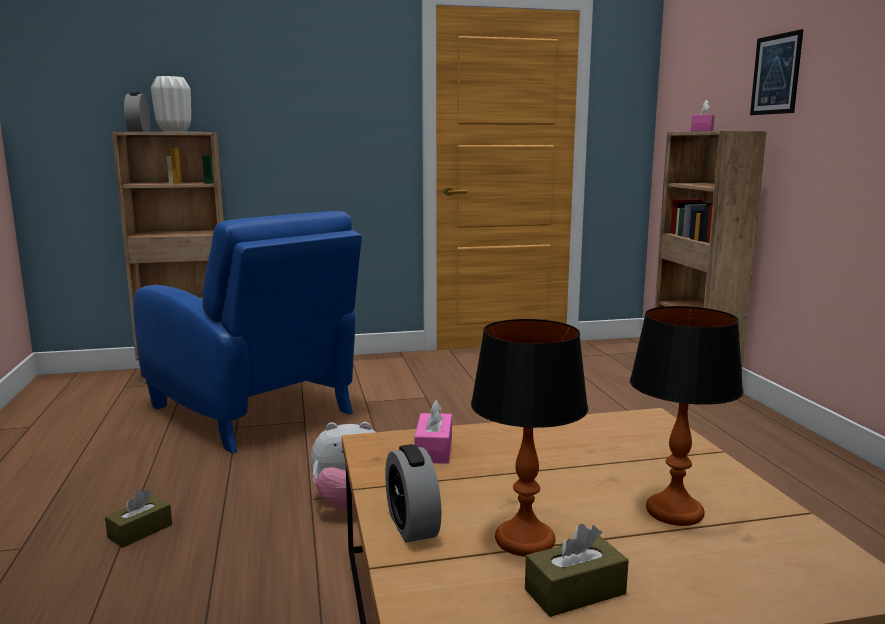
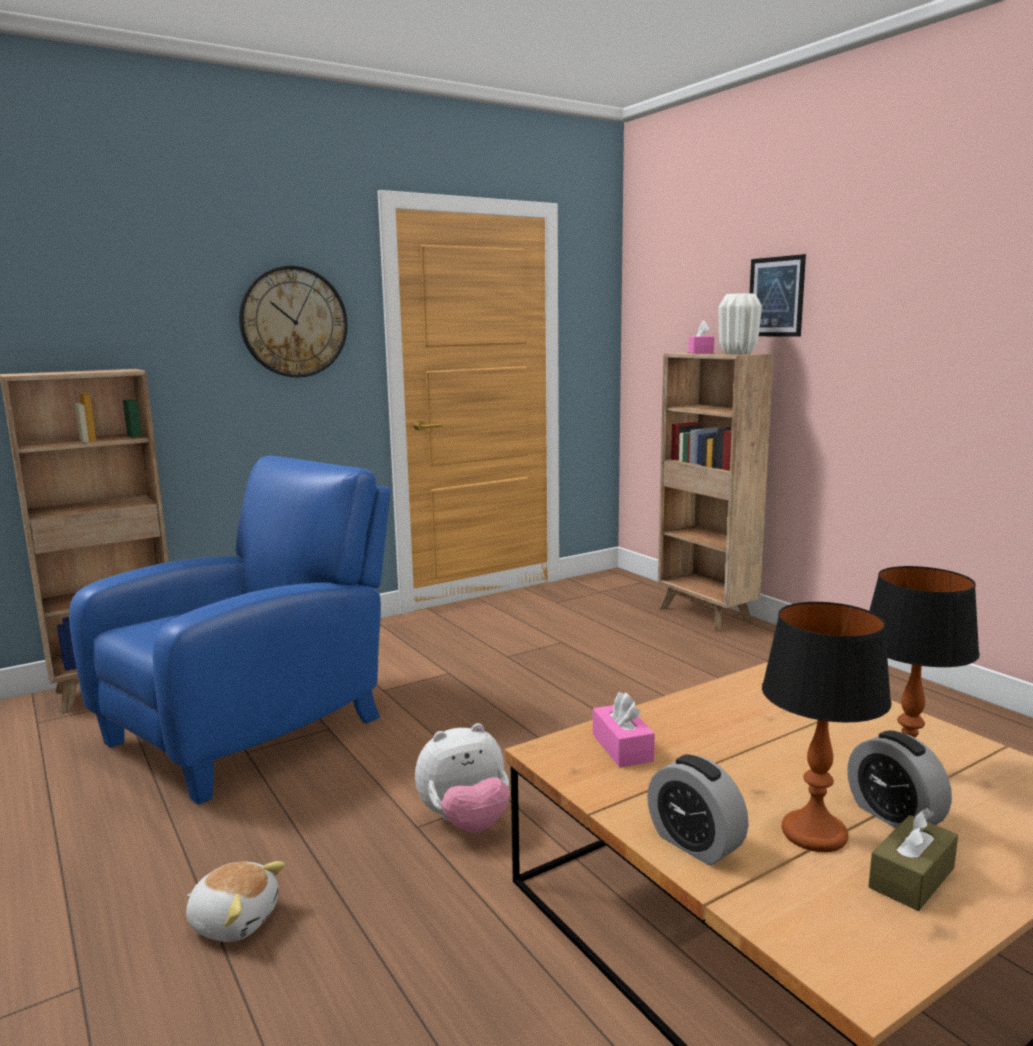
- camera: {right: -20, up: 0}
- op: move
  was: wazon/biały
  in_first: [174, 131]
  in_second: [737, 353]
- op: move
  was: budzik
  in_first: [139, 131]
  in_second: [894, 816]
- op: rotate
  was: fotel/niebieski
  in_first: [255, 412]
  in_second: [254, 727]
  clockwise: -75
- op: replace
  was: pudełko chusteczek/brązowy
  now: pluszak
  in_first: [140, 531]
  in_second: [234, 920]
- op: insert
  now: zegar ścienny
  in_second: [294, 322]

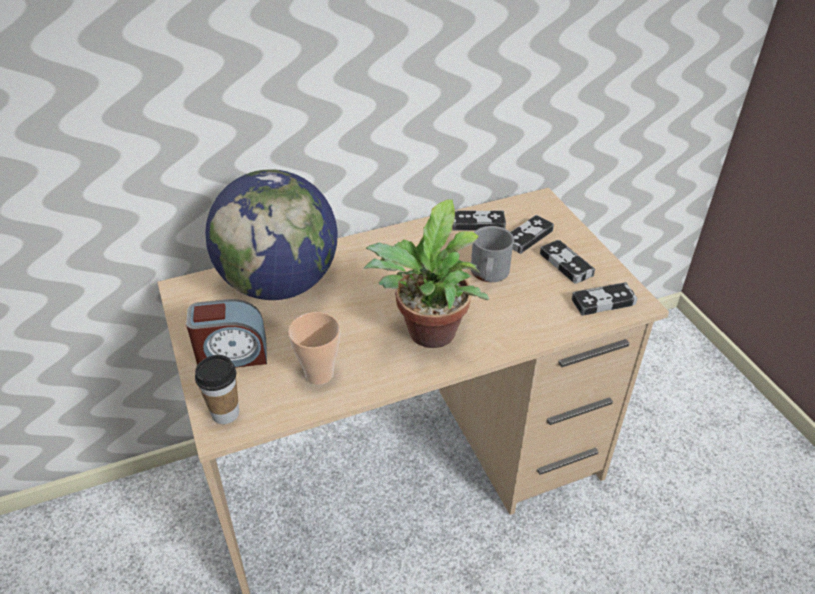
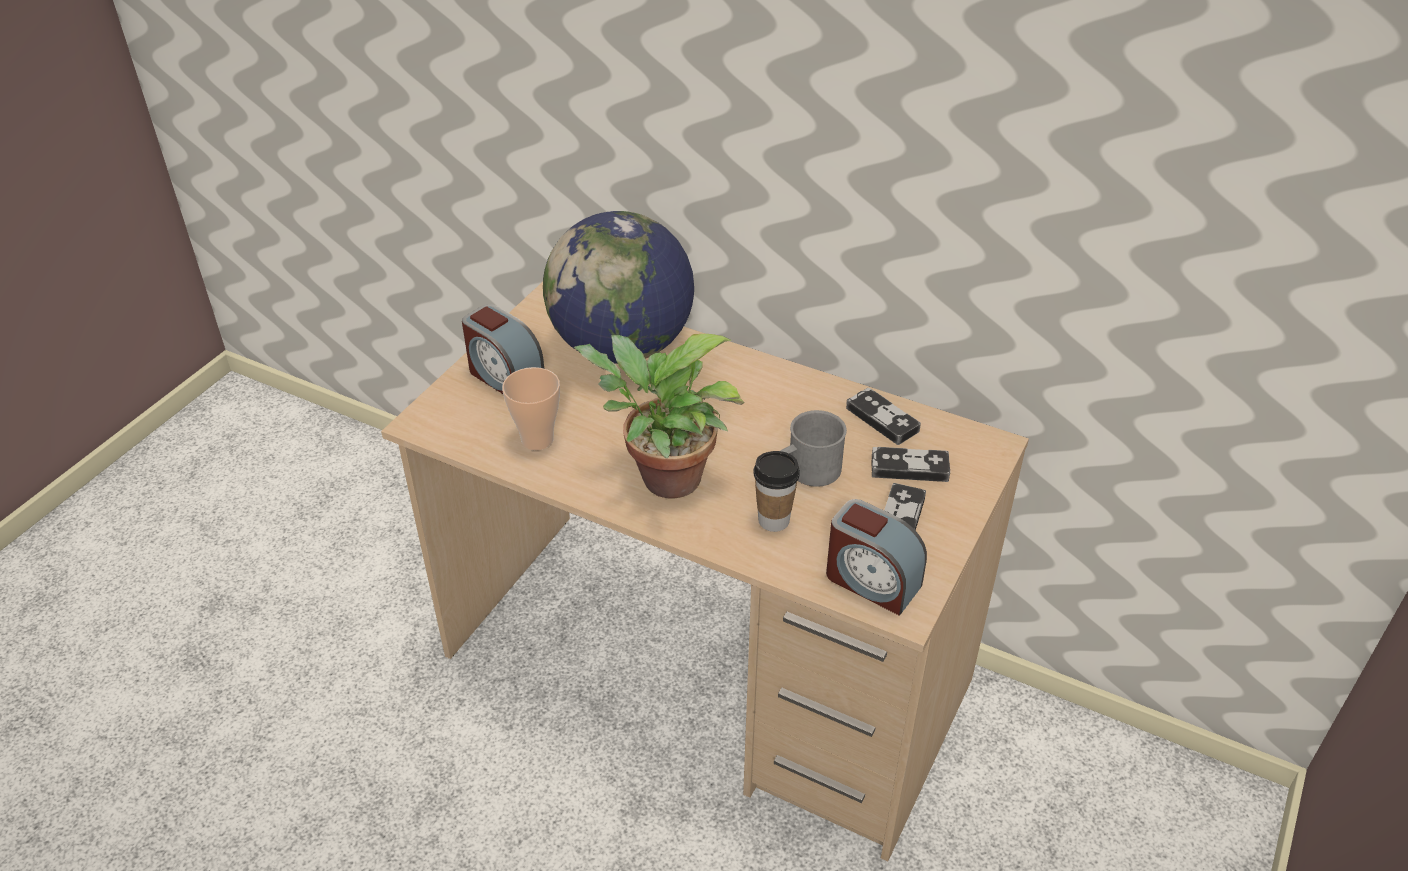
- camera: {right: 50, up: 0}
- op: replace
  was: pad do gier
  now: budzik
  in_first: [603, 302]
  in_second: [871, 581]
- op: move
  was: filiżanka
  in_first: [225, 413]
  in_second: [773, 520]

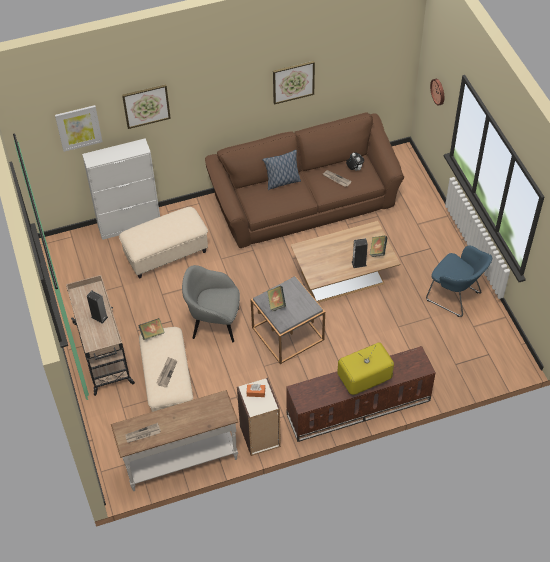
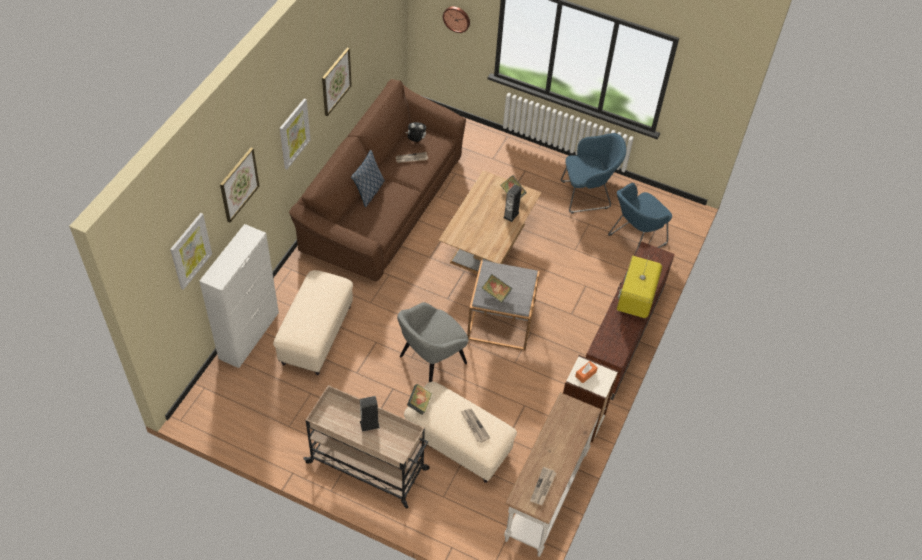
- camera: {right: -50, up: 0}
- op: insert
  now: obraz
  in_second: [294, 133]
- op: insert
  now: fotel/niebieski
  in_second: [634, 240]

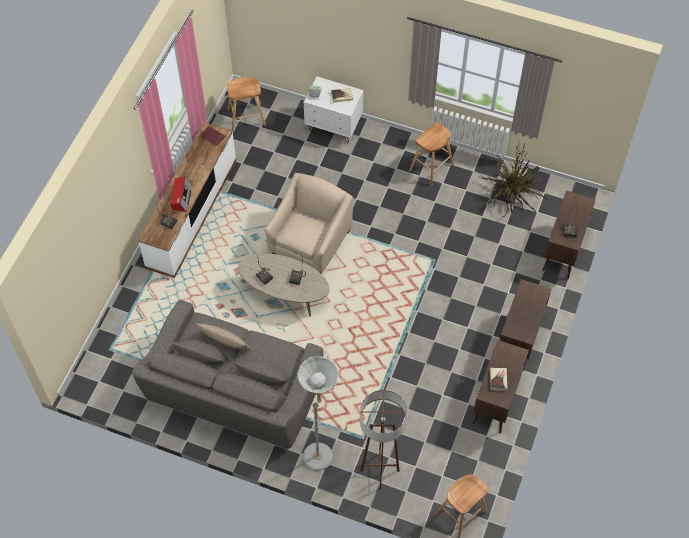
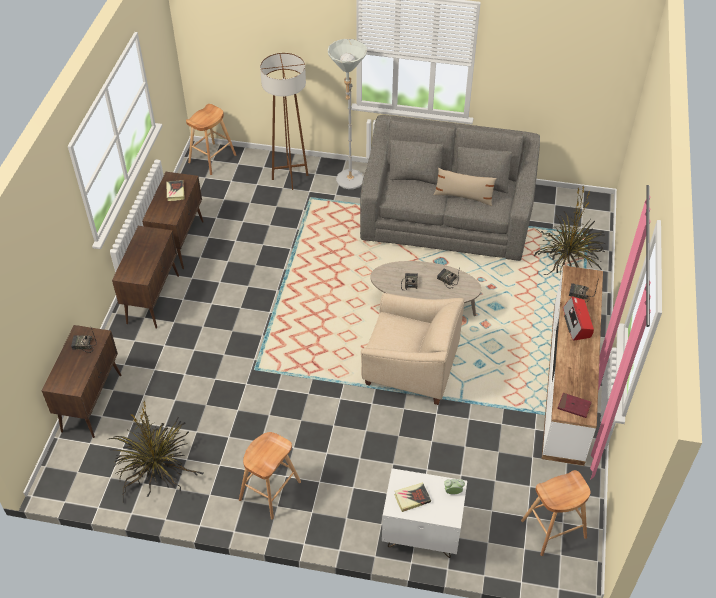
- camera: {right: 170, up: -10}
- op: rotate
  was: fotel/beżowy
  in_first: [310, 242]
  in_second: [410, 368]
  clockwise: -90
- op: insert
  now: roślina doniczkowa
  in_second: [567, 260]

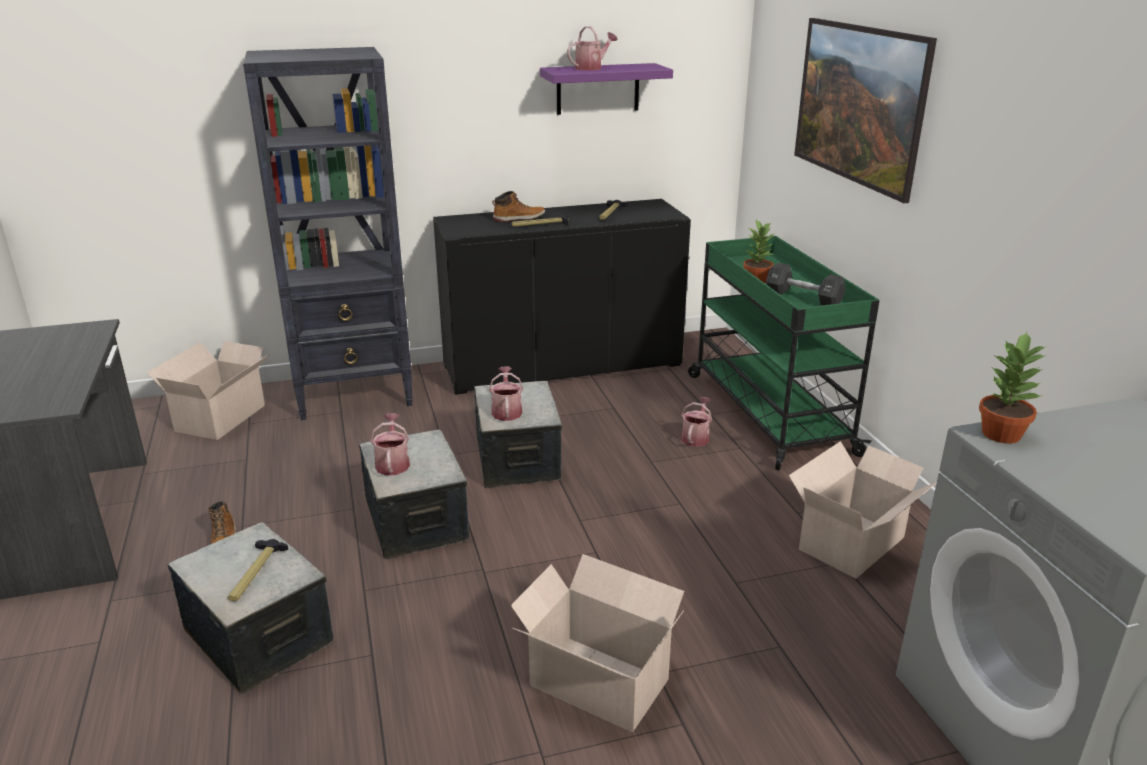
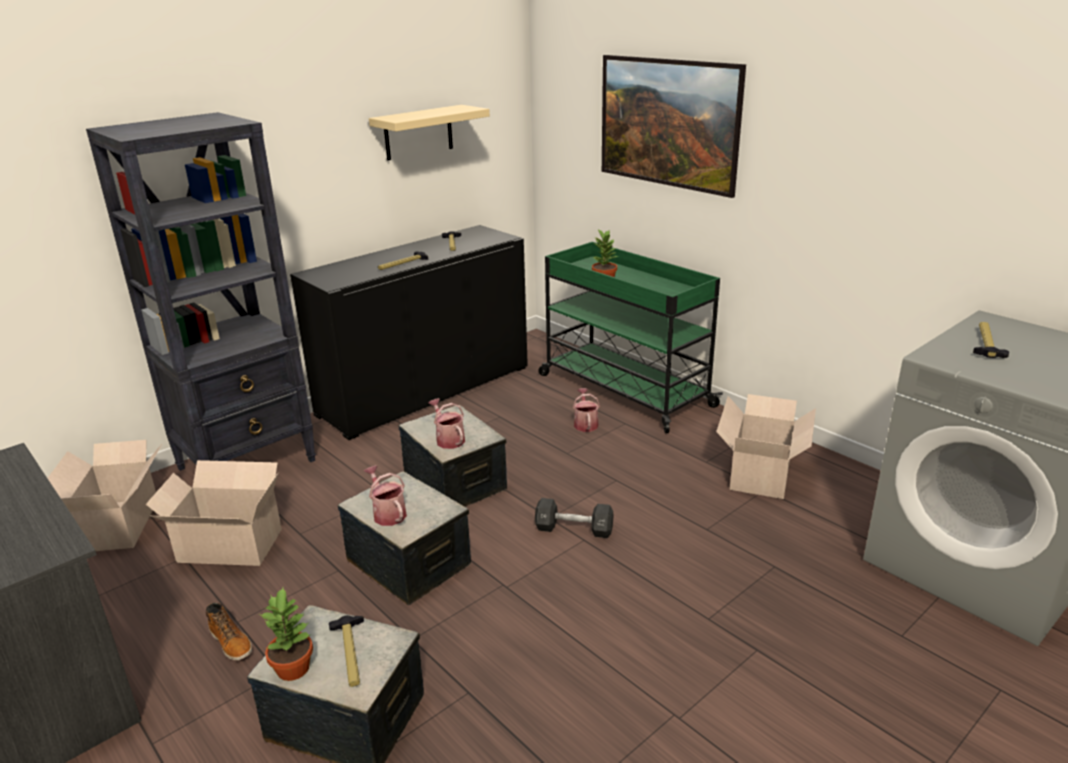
- camera: {right: -25, up: 0}
- op: delete
  was: konewka
  in_first: [591, 68]
- op: recolor
  was: półka/fioletowy
  now: półka/beżowy
  in_first: [598, 89]
  in_second: [418, 132]
- op: delete
  was: but z cholewką
  in_first: [519, 218]
- op: move
  was: hantel/czarny
  in_first: [803, 298]
  in_second: [574, 529]
- op: move
  was: roślina doniczkowa
  in_first: [1002, 434]
  in_second: [294, 668]
- op: move
  was: karton
  in_first: [596, 680]
  in_second: [228, 545]
- op: insert
  now: młotek
  in_second: [985, 344]

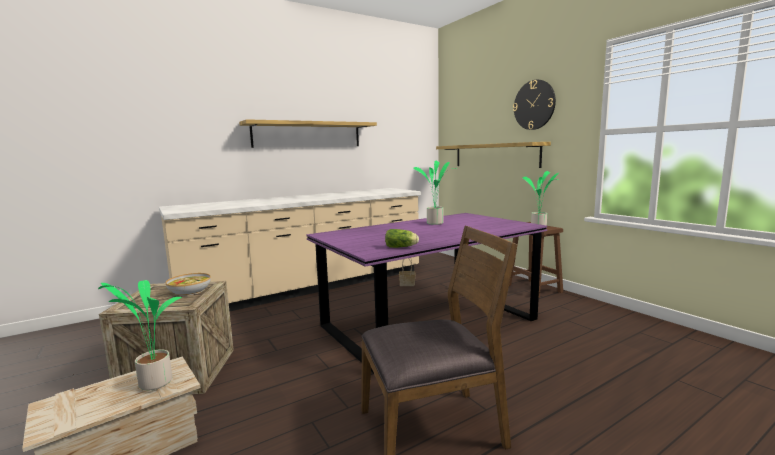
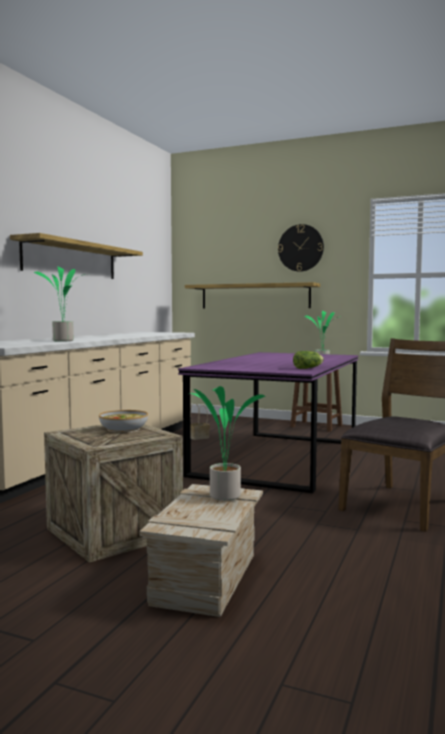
- camera: {right: -35, up: -5}
- op: move
  was: roślina doniczkowa
  in_first: [436, 223]
  in_second: [64, 341]

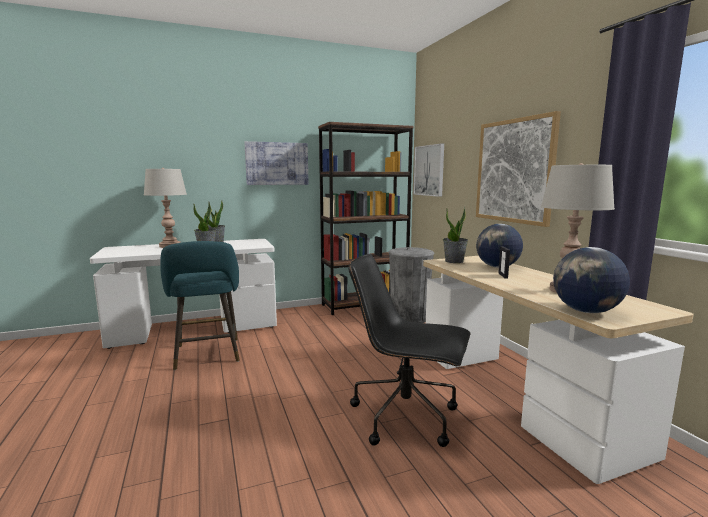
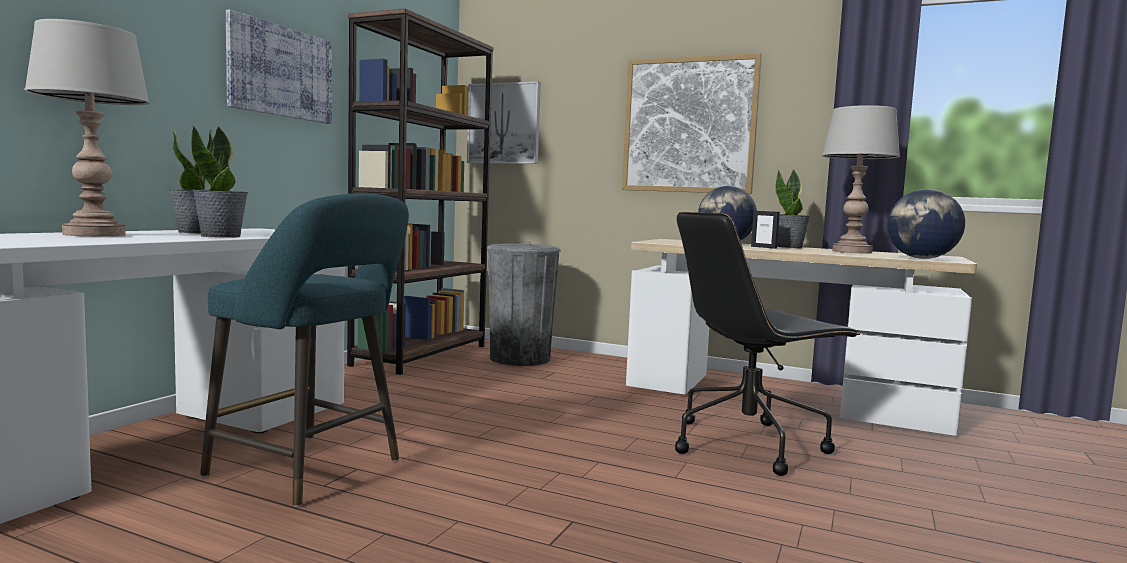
- camera: {right: -45, up: -5}
- op: move
  was: roślina doniczkowa
  in_first: [454, 261]
  in_second: [789, 247]

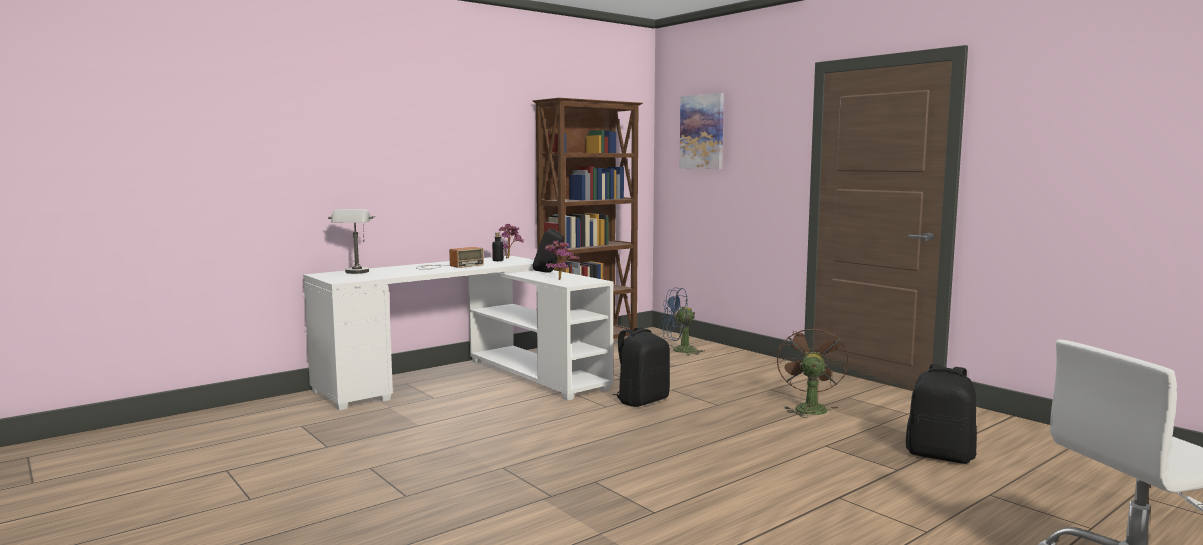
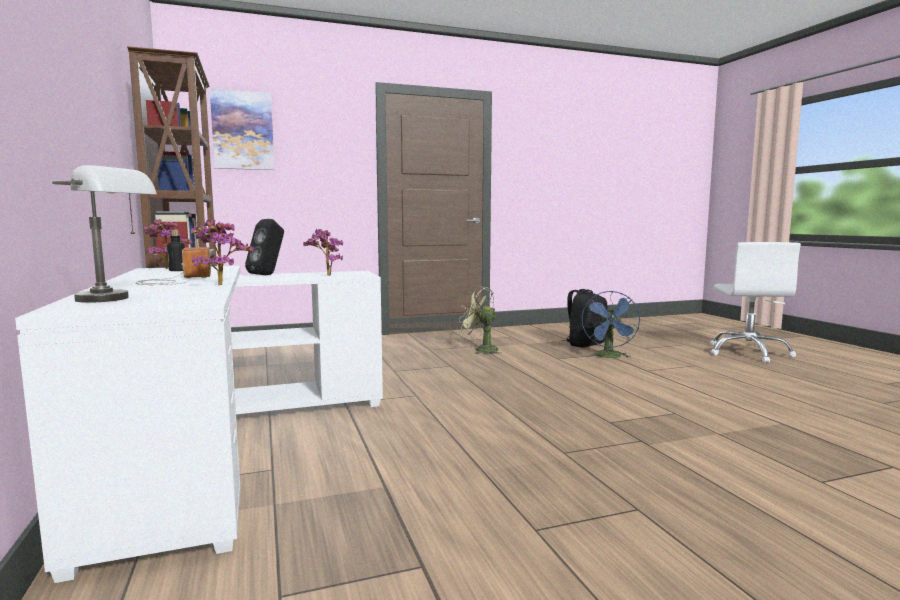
- camera: {right: -70, up: 0}
- op: move
  was: wentylator/niebieski
  in_first: [679, 351]
  in_second: [610, 357]
- op: recolor
  was: wentylator/brązowy
  now: wentylator/zielony
  in_first: [809, 408]
  in_second: [481, 349]
- op: delete
  was: plecak/czarny
  in_first: [642, 400]
- op: insert
  now: roślina doniczkowa
  in_second: [220, 285]

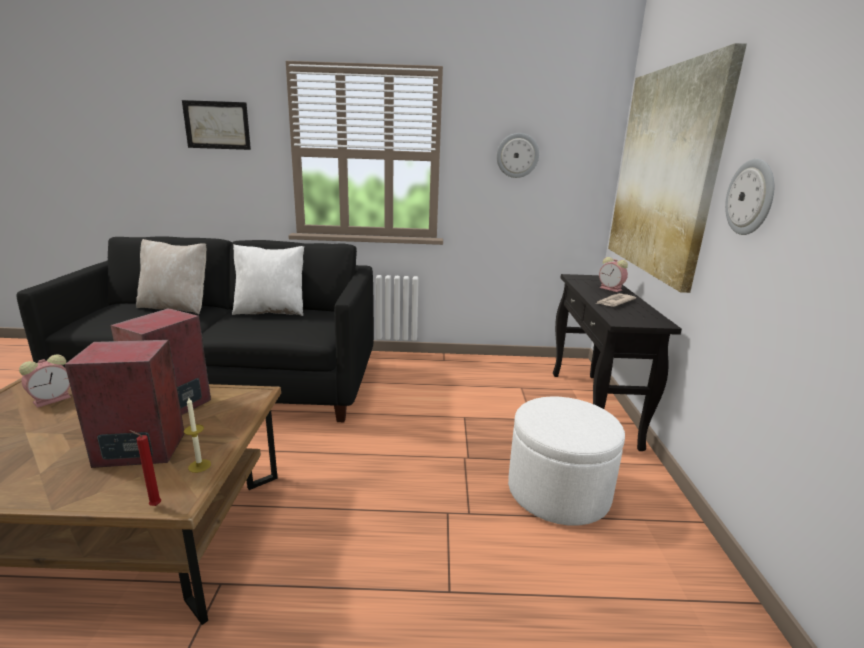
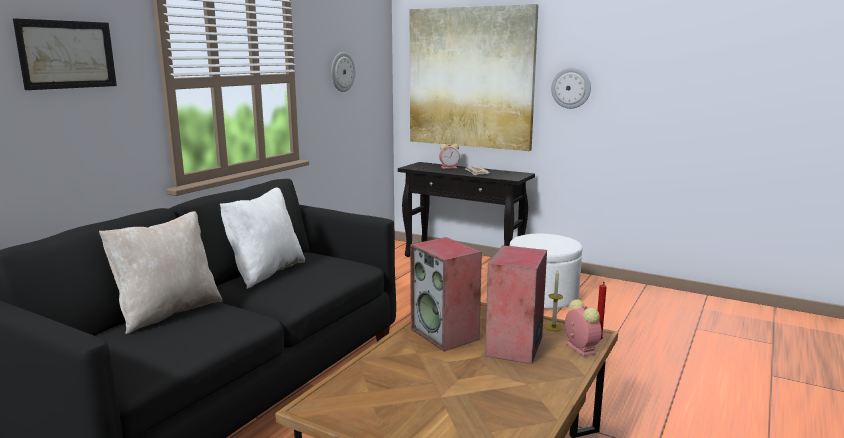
- camera: {right: -60, up: -5}
- op: move
  was: budzik
  in_first: [53, 399]
  in_second: [579, 348]

